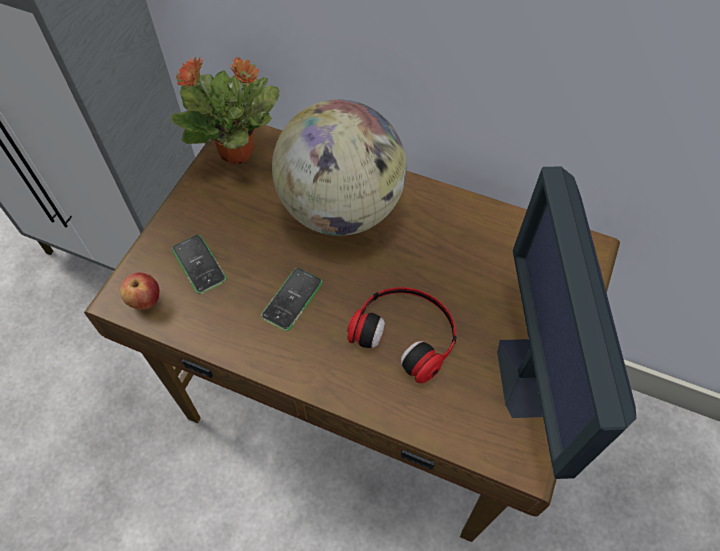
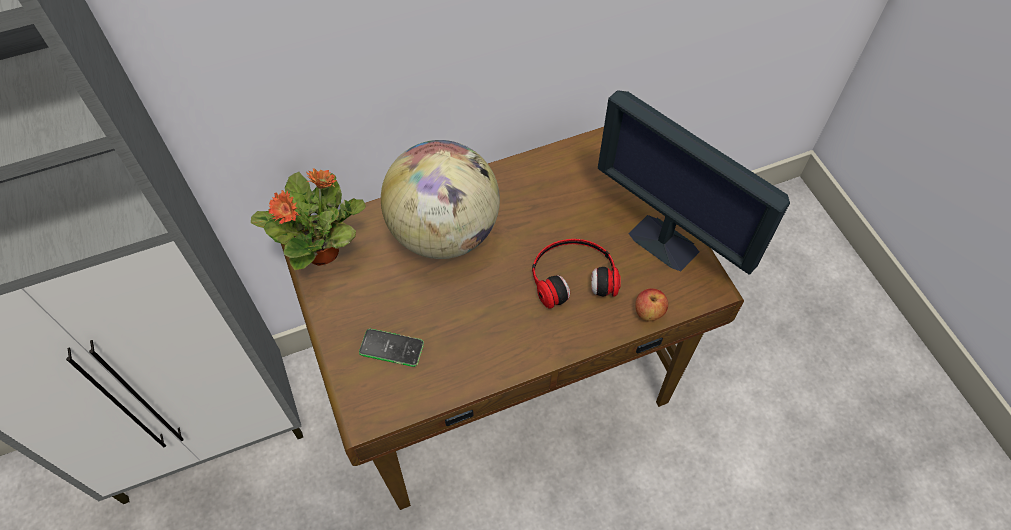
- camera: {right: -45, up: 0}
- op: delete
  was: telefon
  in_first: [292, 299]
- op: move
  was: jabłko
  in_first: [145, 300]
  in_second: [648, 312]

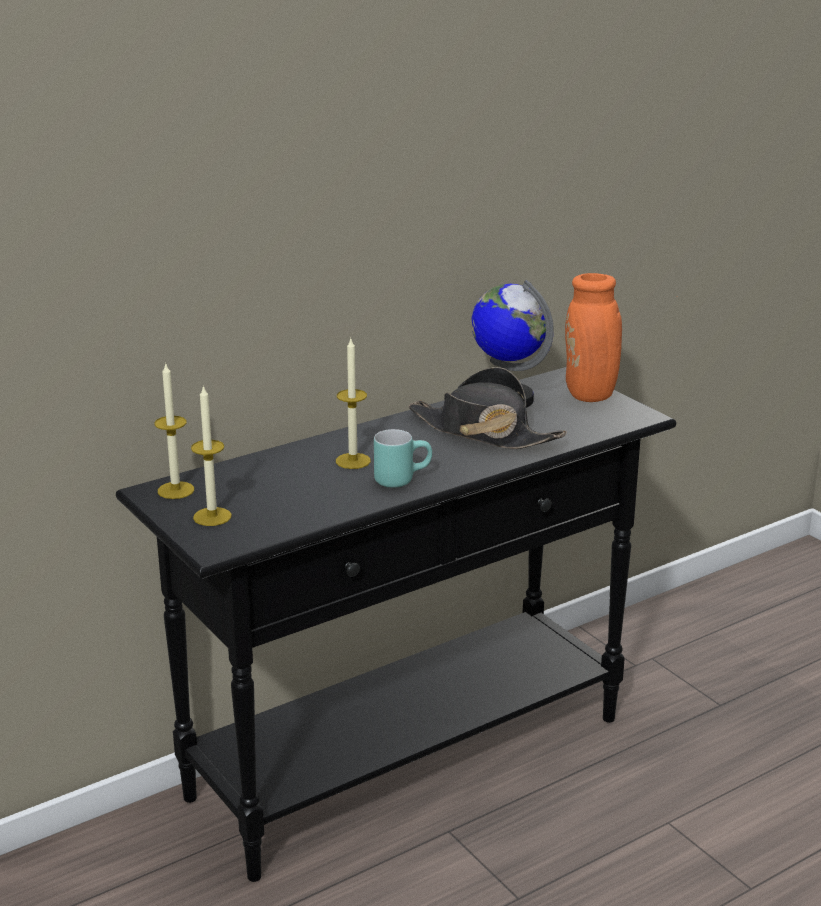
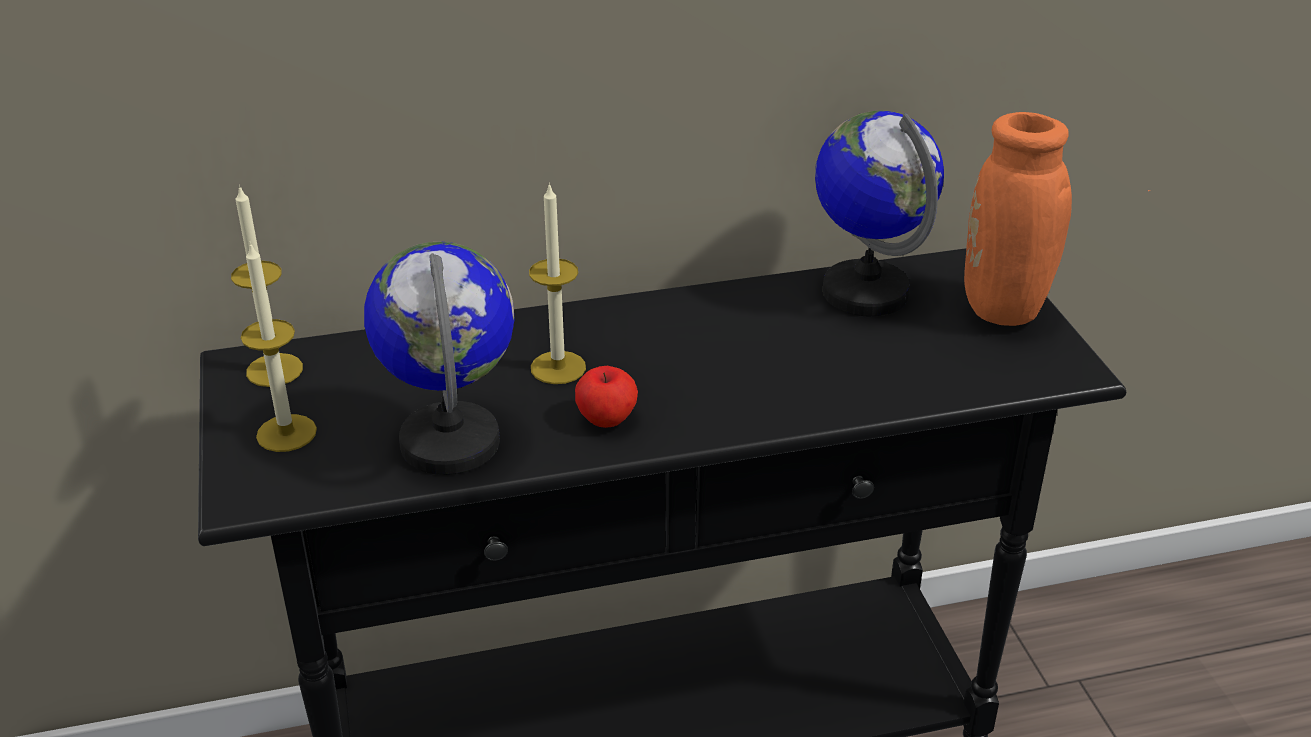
- camera: {right: 20, up: 10}
- op: delete
  was: kapelusz/czarny
  in_first: [483, 432]
- op: replace
  was: kubek/turkusowy
  now: jabłko
  in_first: [401, 478]
  in_second: [607, 419]
- op: insert
  now: globus
  in_second: [451, 442]

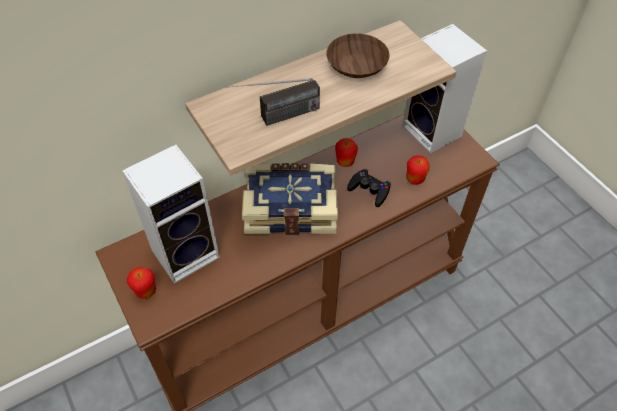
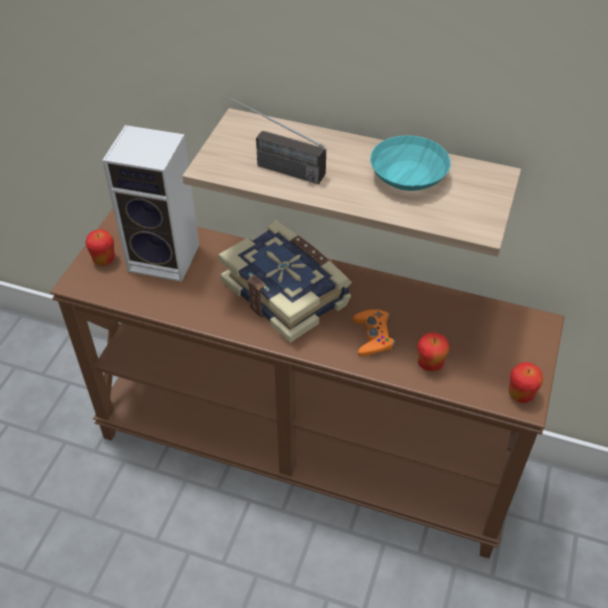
- camera: {right: 50, up: -5}
- op: delete
  was: głośnik
  in_first: [434, 132]
- op: recolor
  was: miska/brązowy
  now: miska/turkusowy
  in_first: [356, 65]
  in_second: [409, 175]
- op: move
  was: jabłko
  in_first: [345, 162]
  in_second: [520, 395]
- op: recolor
  was: pad do gier/czarny
  now: pad do gier/pomarańczowy
  in_first: [369, 190]
  in_second: [373, 336]

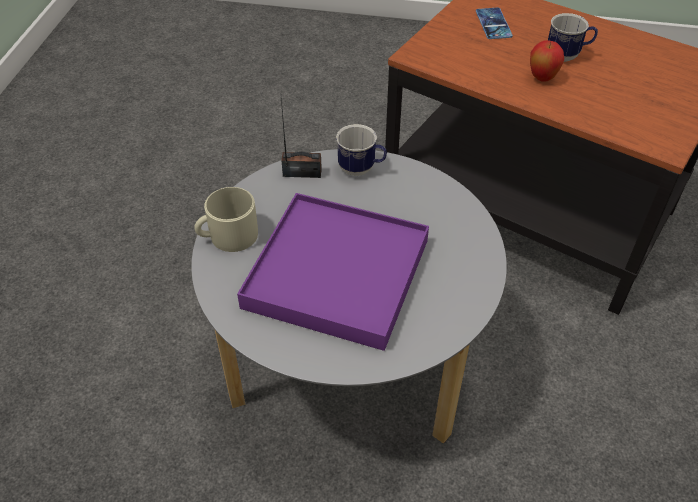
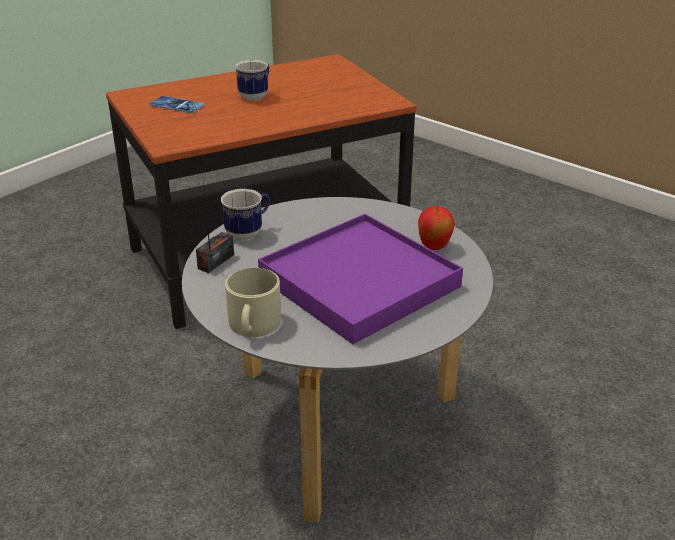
- camera: {right: -60, up: -15}
- op: move
  was: jabłko
  in_first: [542, 78]
  in_second: [434, 247]

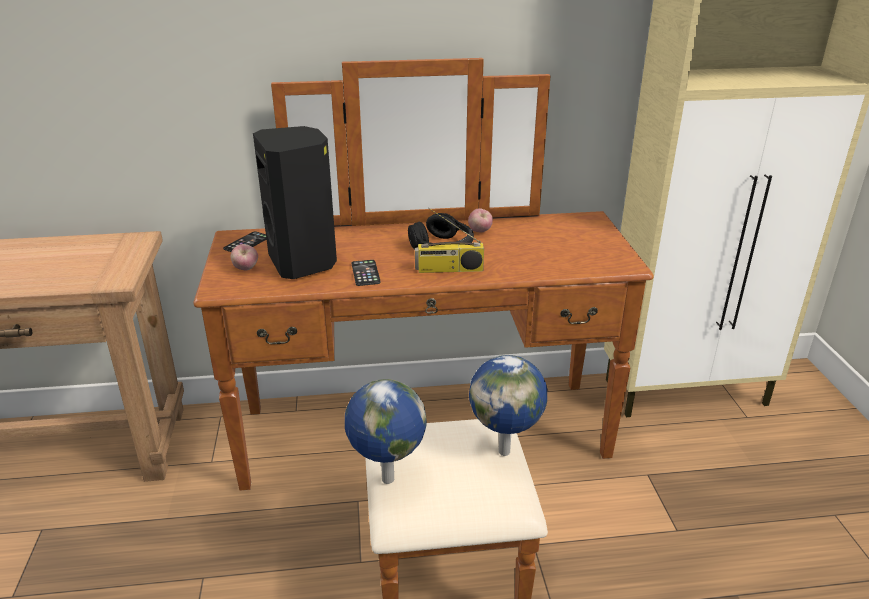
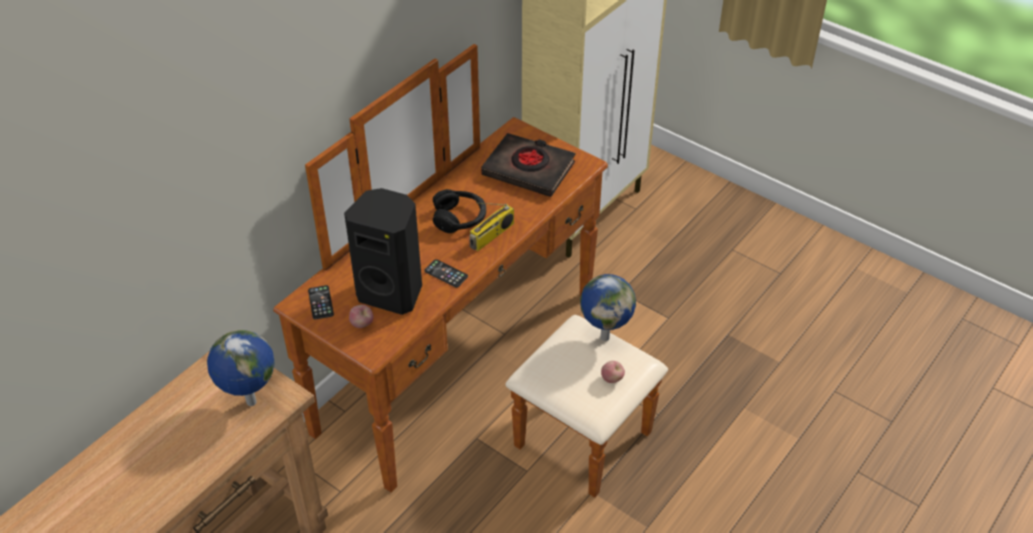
- camera: {right: -45, up: 15}
- op: move
  was: jabłko
  in_first: [480, 231]
  in_second: [612, 379]
- op: move
  was: globus
  in_first: [386, 479]
  in_second: [250, 402]
- op: insert
  now: książka/czarny
  in_second: [529, 169]

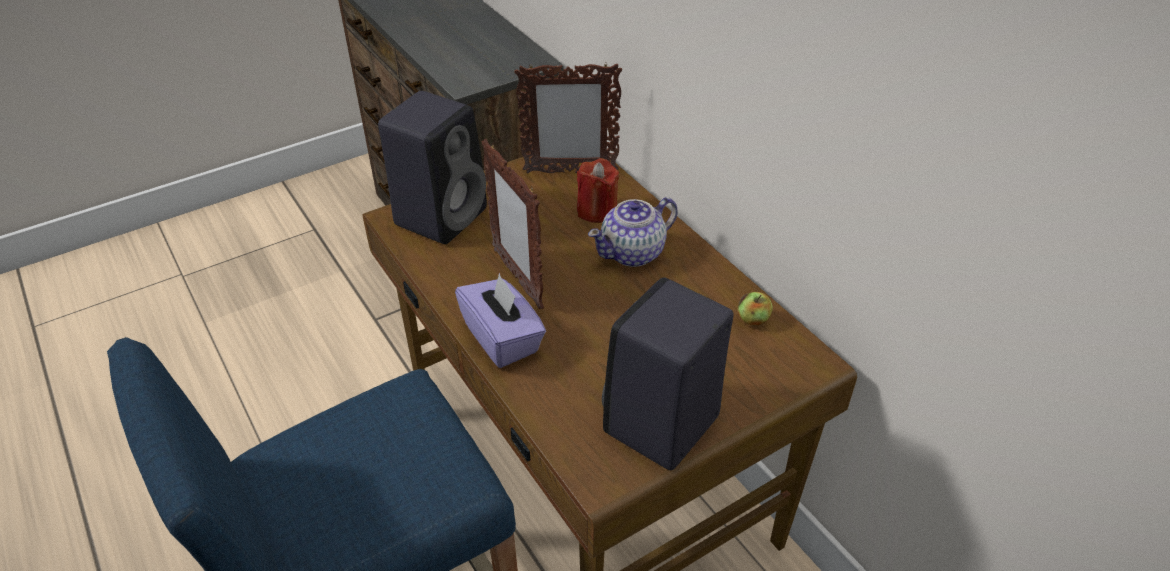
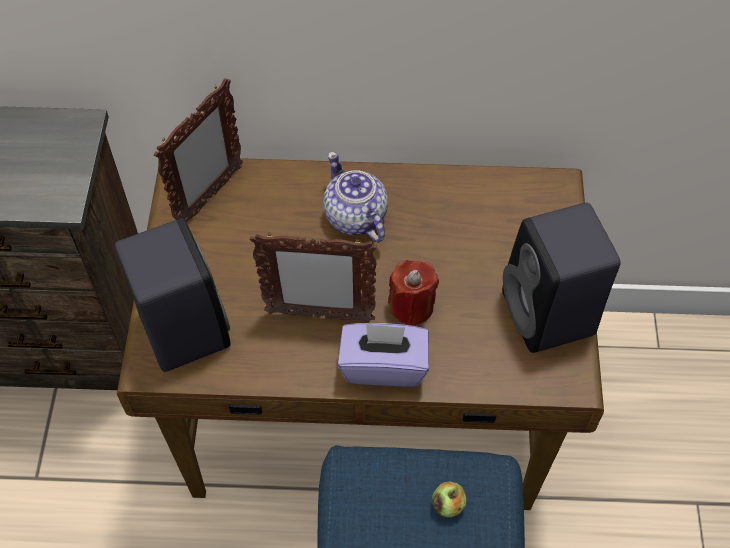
- camera: {right: -55, up: 15}
- op: move
  was: świeca/czerwony
  in_first: [597, 211]
  in_second: [411, 306]
- op: rotate
  was: imbryk
  in_first: [633, 252]
  in_second: [355, 217]
  clockwise: 150
- op: move
  was: jabłko
  in_first: [753, 319]
  in_second: [448, 505]

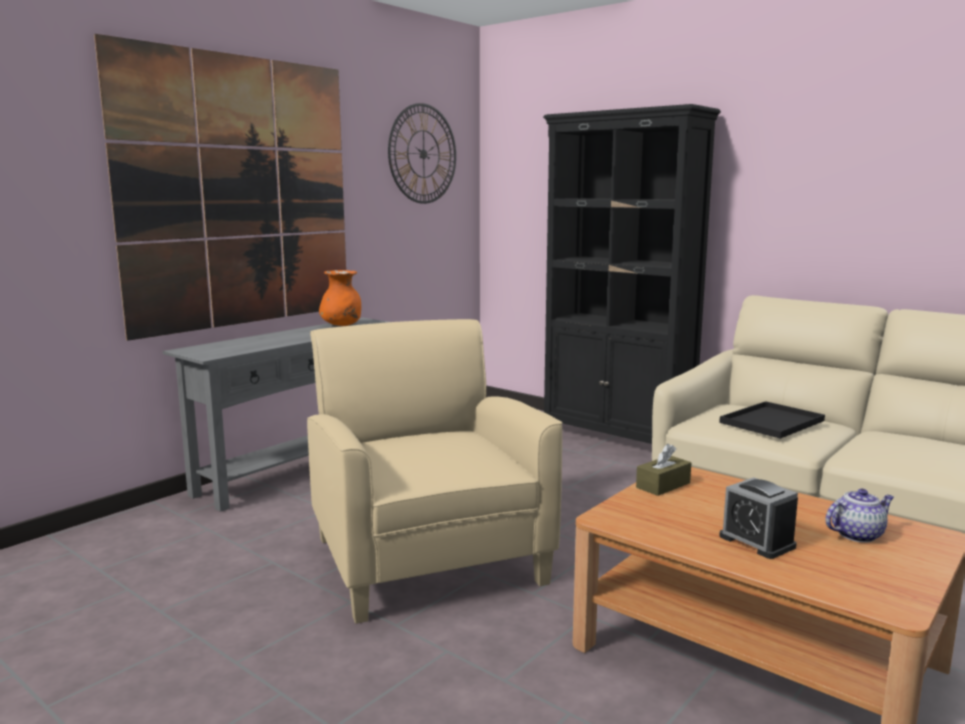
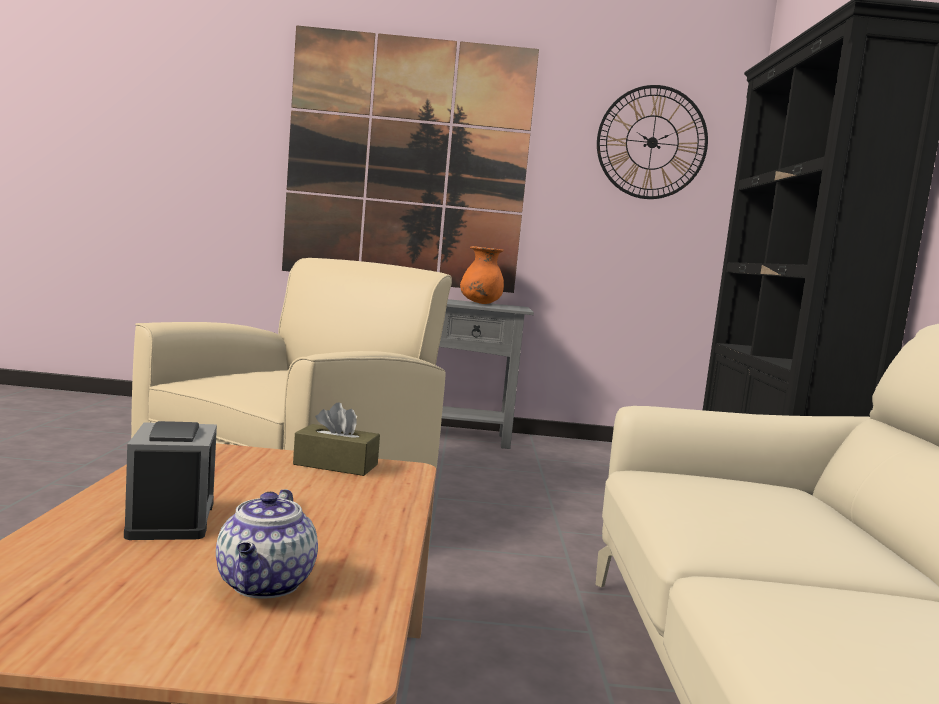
- camera: {right: 50, up: -5}
- op: delete
  was: taca/czarny
  in_first: [772, 421]
- op: rotate
  was: budzik
  in_first: [757, 541]
  in_second: [171, 519]
  clockwise: 150
- op: rotate
  was: imbryk
  in_first: [857, 534]
  in_second: [266, 585]
  clockwise: 60

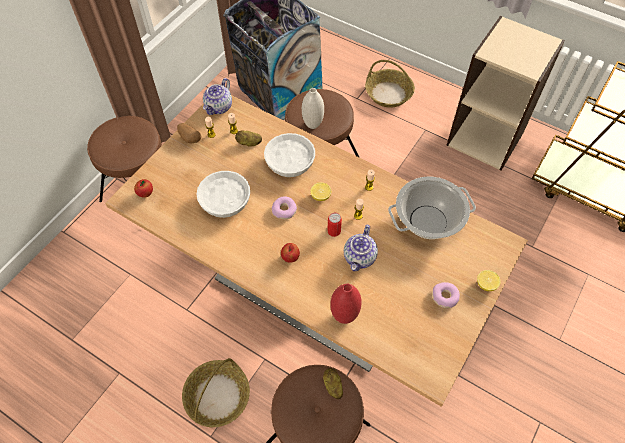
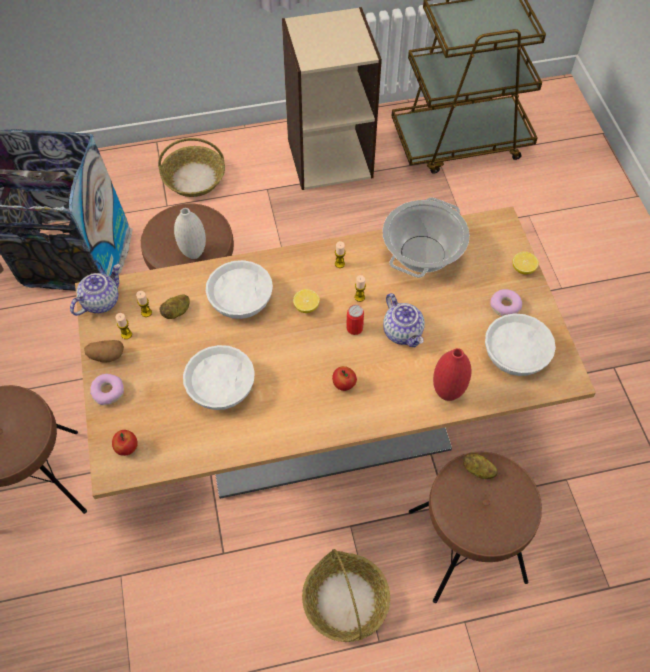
- camera: {right: -45, up: 0}
- op: rotate
  was: imbryk
  in_first: [219, 107]
  in_second: [101, 301]
  clockwise: -120
- op: move
  was: donut
  in_first: [284, 210]
  in_second: [108, 391]
- op: insert
  now: miska/biały
  in_second: [516, 353]

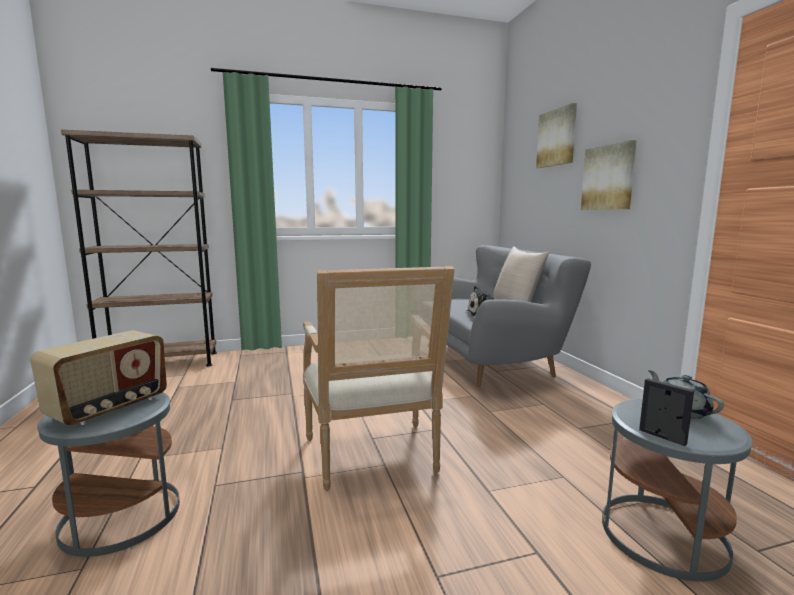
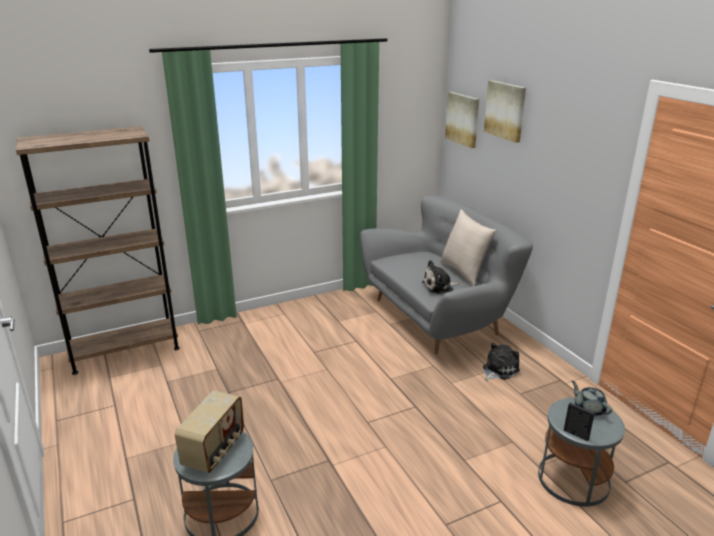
- camera: {right: -10, up: 15}
- op: move
  was: obraz
  in_first: [608, 177]
  in_second: [463, 119]
- op: delete
  was: fotel
  in_first: [374, 458]
- op: insert
  now: pluszak
  in_second: [498, 370]

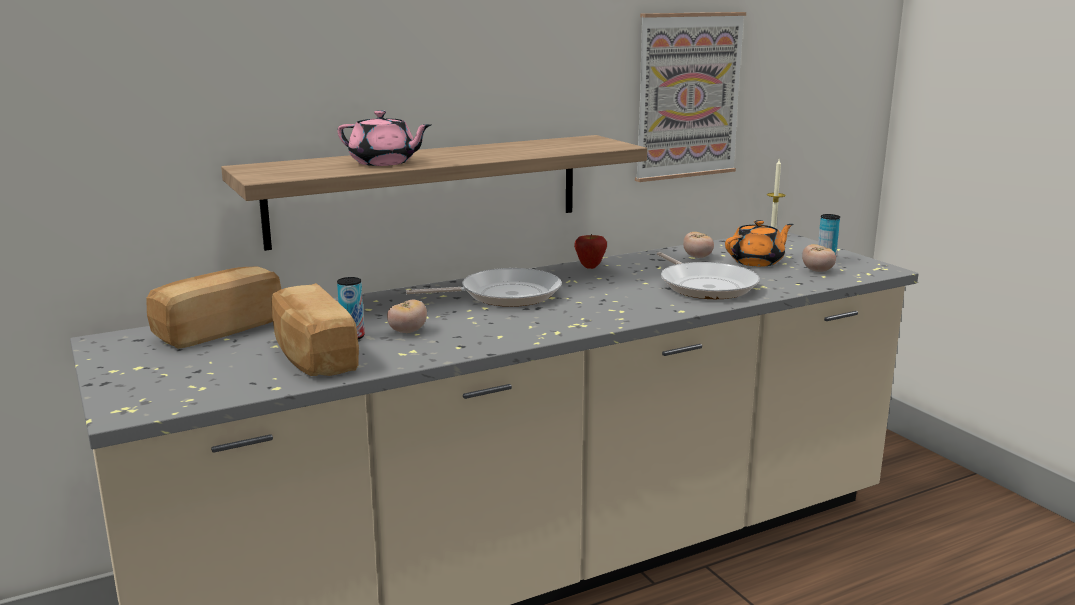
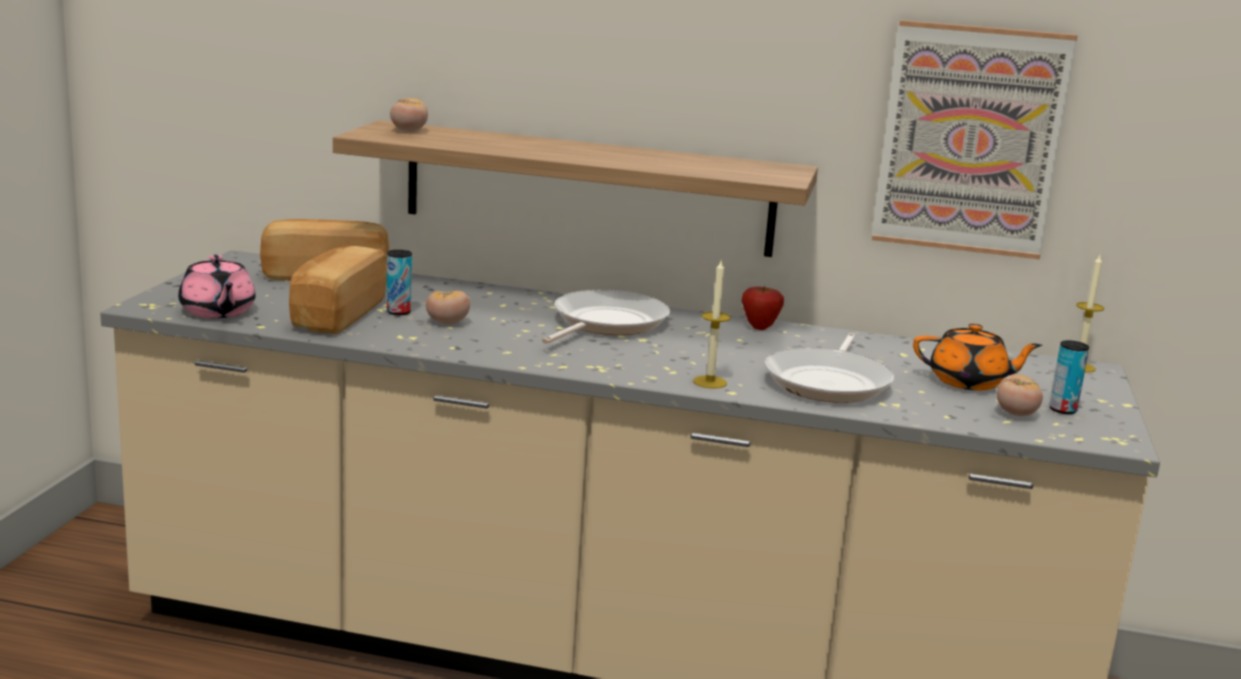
- camera: {right: 40, up: 0}
- op: move
  was: imbryk/różowy
  in_first: [384, 163]
  in_second: [217, 312]
- op: move
  was: pomidor
  in_first: [697, 257]
  in_second: [408, 131]
- op: rotate
  was: patelnia
  in_first: [504, 295]
  in_second: [605, 323]
  clockwise: -90
- op: insert
  now: świeca
  in_second: [710, 382]

